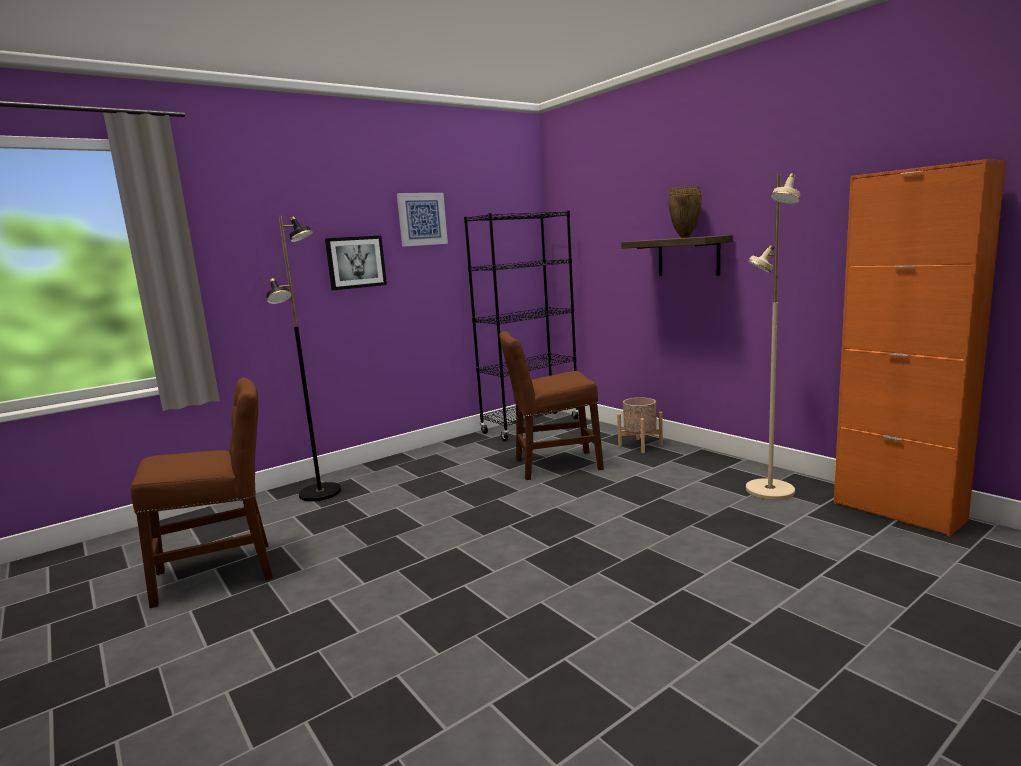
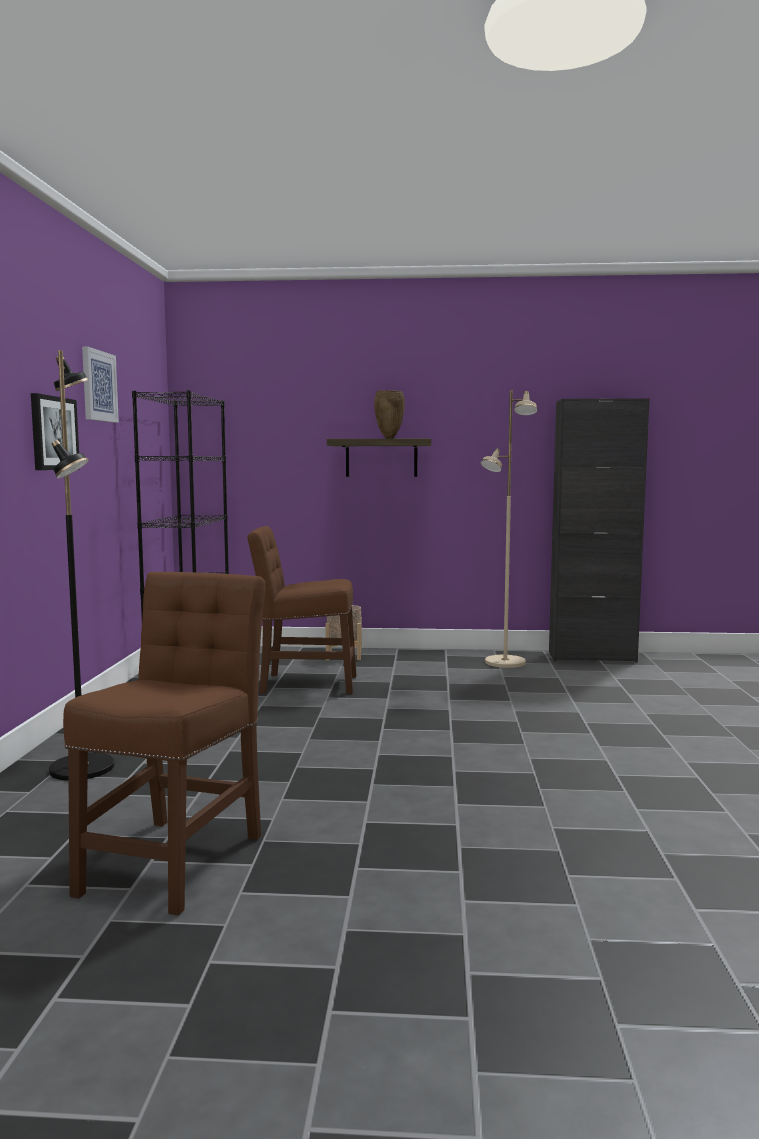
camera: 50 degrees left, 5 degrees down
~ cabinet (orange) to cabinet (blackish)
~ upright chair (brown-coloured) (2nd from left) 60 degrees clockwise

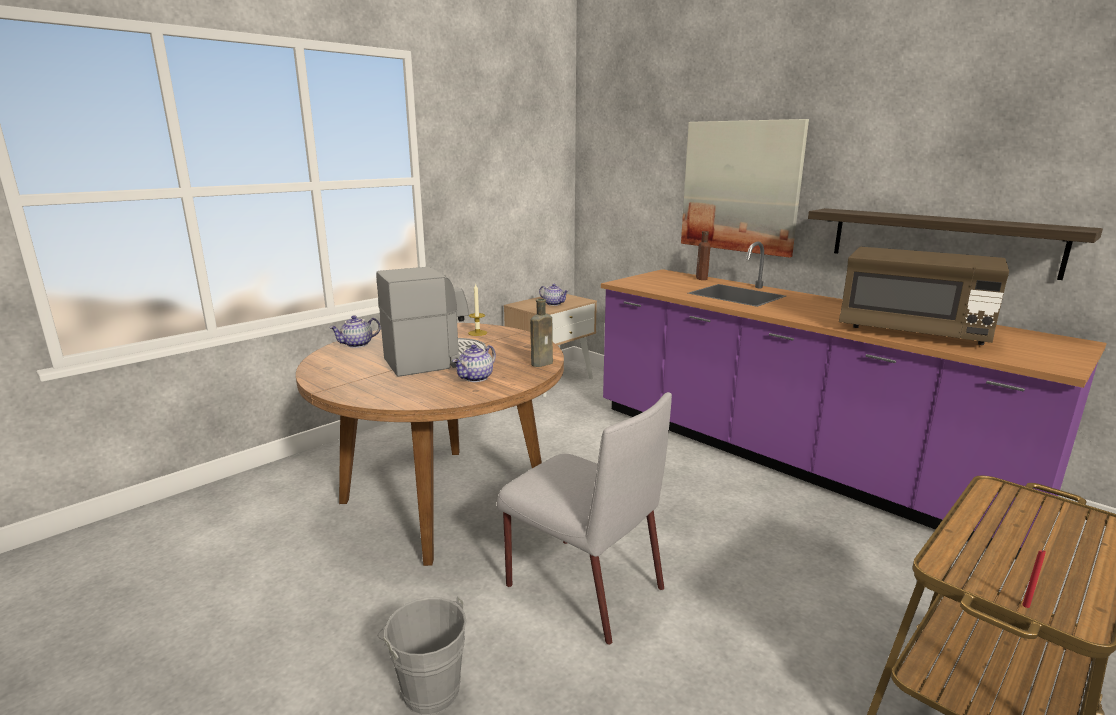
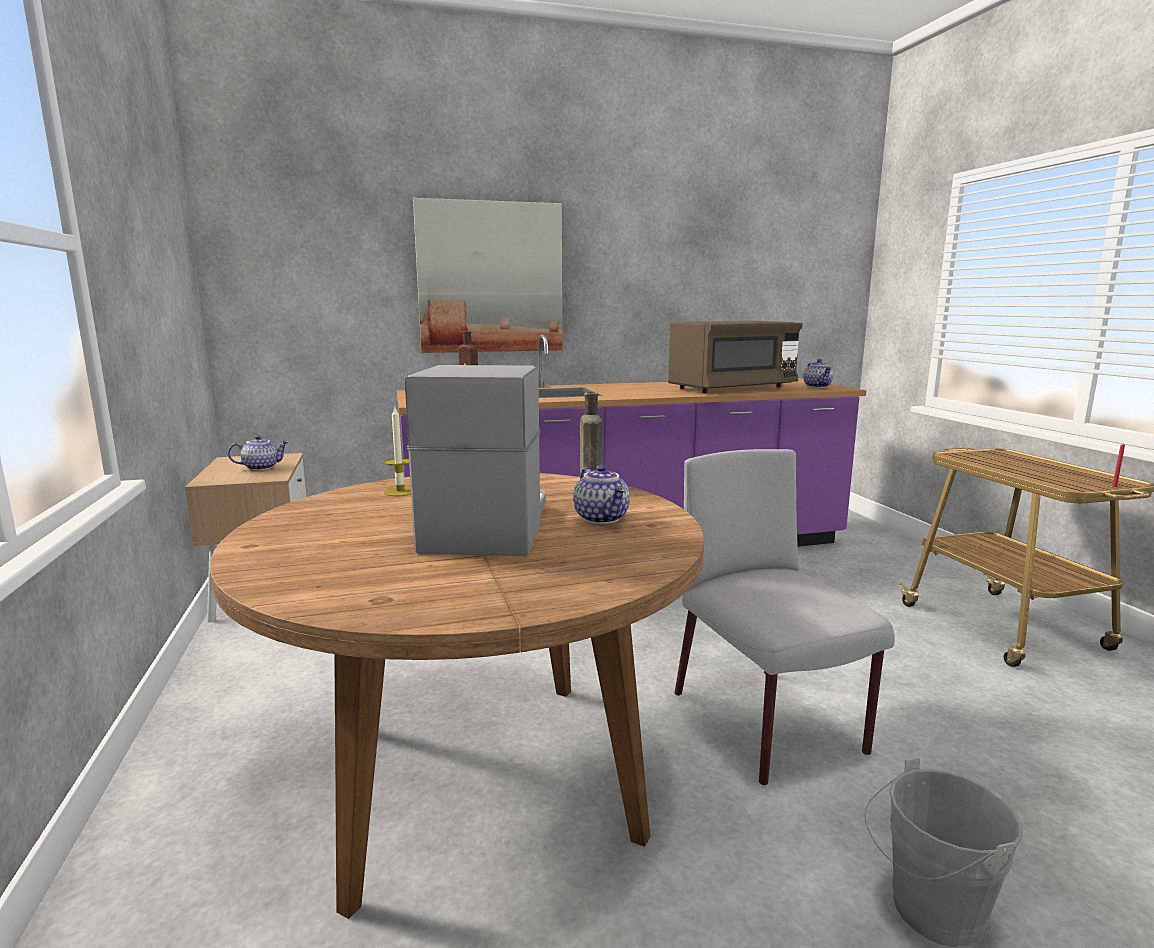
camera: 60 degrees left, 5 degrees down
- shelf
~ tea pot (1st from left in the first image) to tea pot (3rd from left)
~ upright chair (greyish) 90 degrees counterclockwise

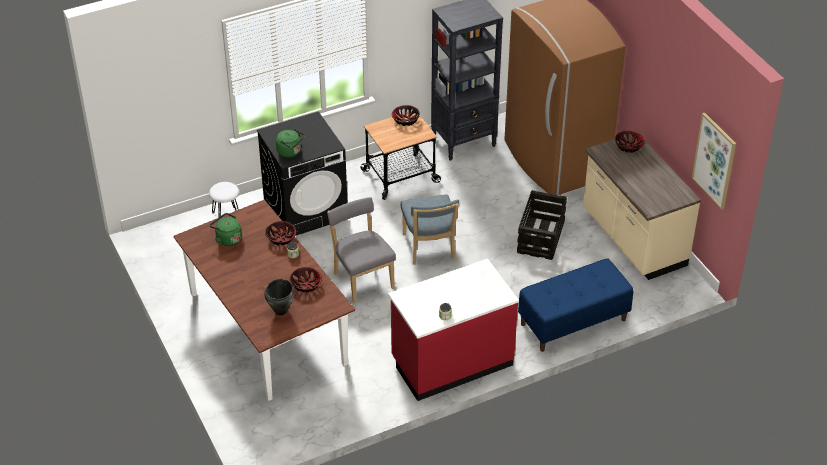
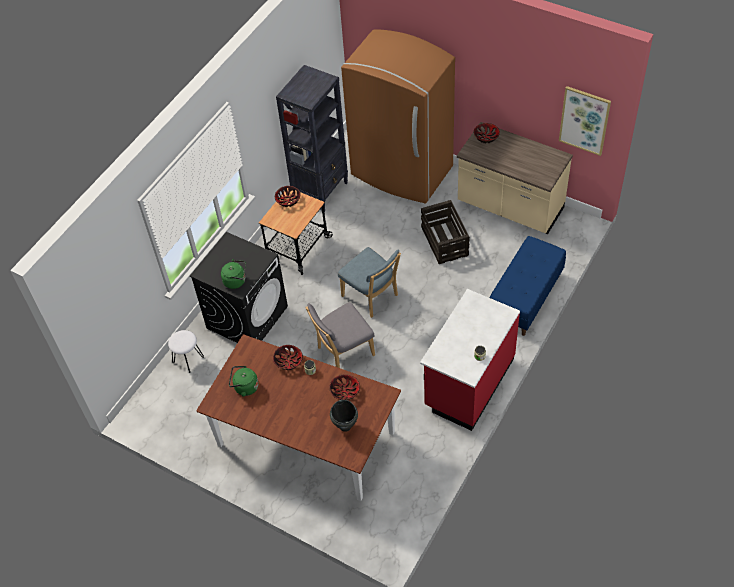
camera: 30 degrees left, 10 degrees up
~ upright chair (greyish) 60 degrees counterclockwise

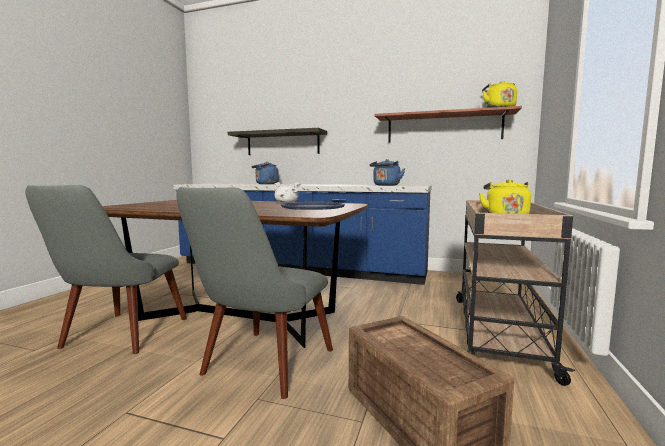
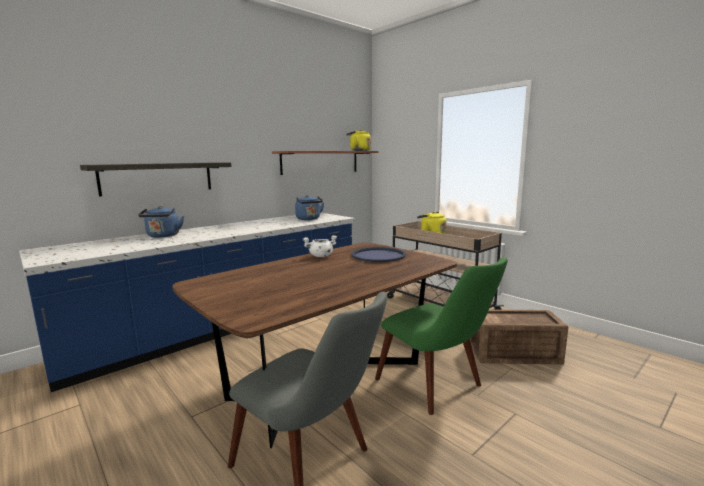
camera: 60 degrees left, 5 degrees up
~ upright chair (greyish) (2nd from left) to upright chair (green)

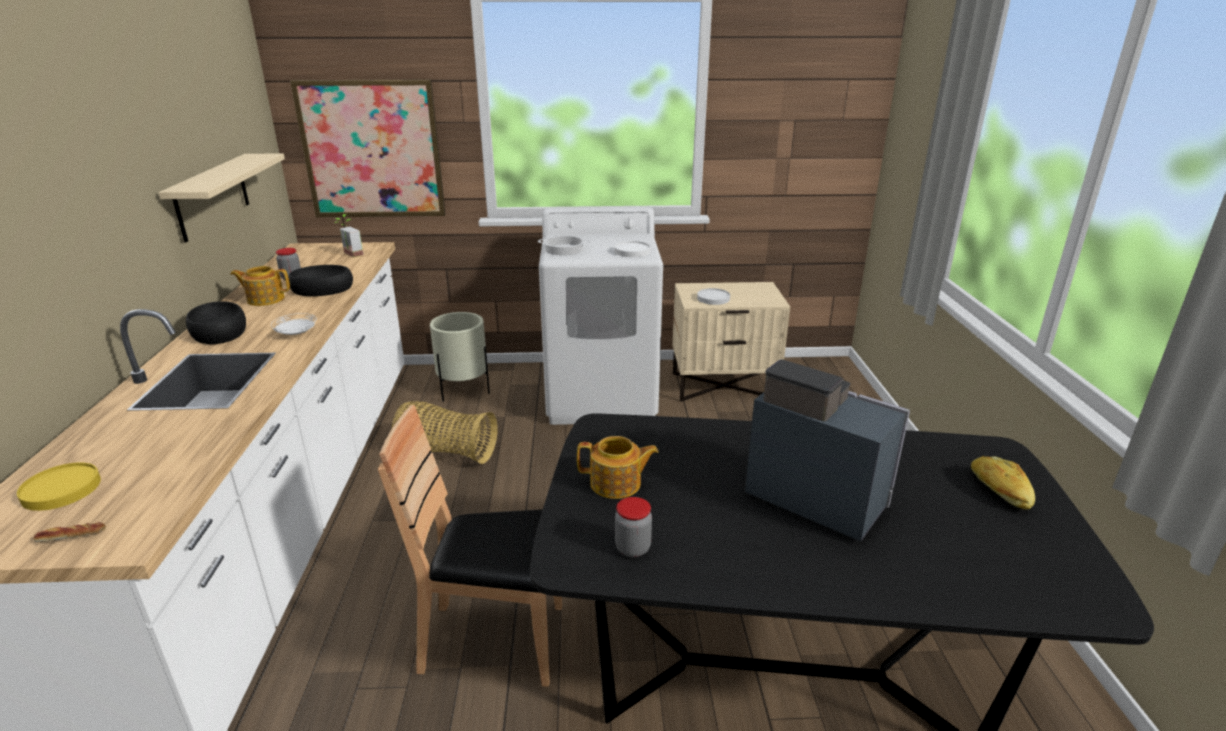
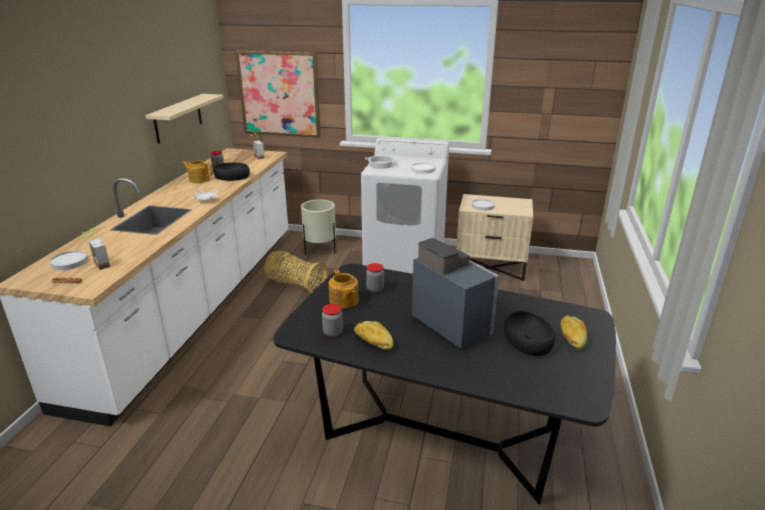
camera: 15 degrees right, 0 degrees up
~ deep dish (blackish) (1st from left in the first image) to deep dish (blackish) (2nd from left)
- upright chair (brown-coloured)
~ tea pot (2nd from left) 45 degrees clockwise
~ dinner plate (yellow-coloured) to dinner plate (white-coloured) (1st from left)
+ houseplant (1st from left)
+ preserve jar (3rd from left)
+ bakery bread (2nd from left)

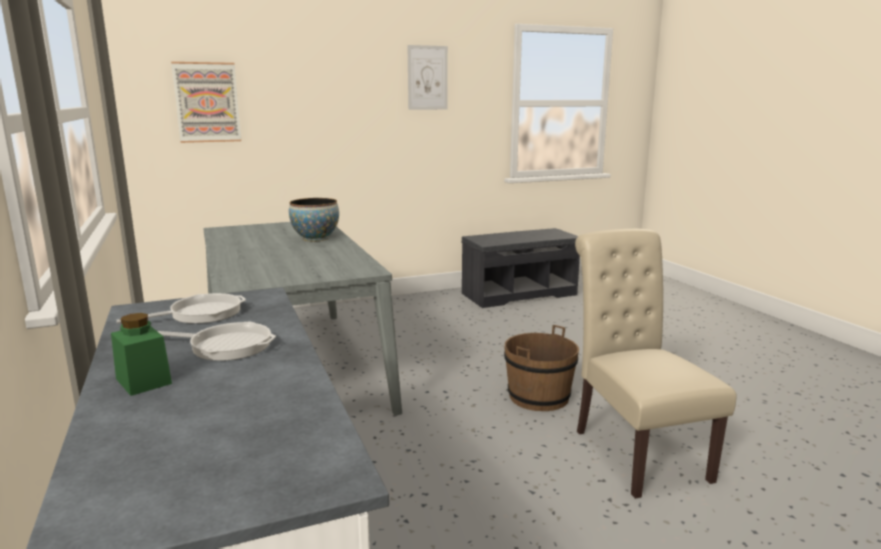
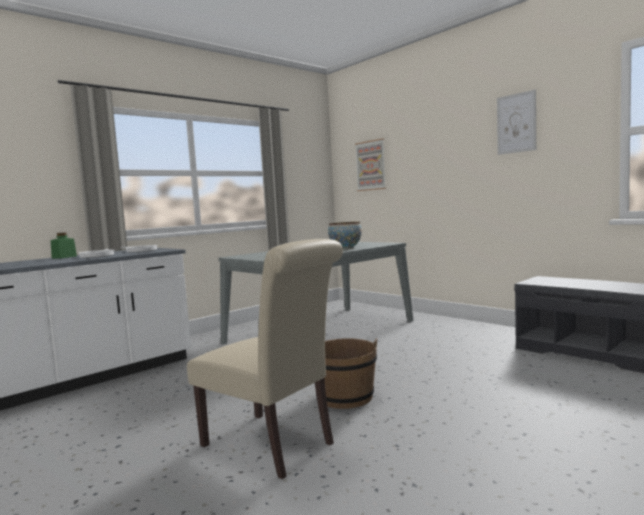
camera: 70 degrees right, 10 degrees down
~ upright chair (sand-coloured) 75 degrees clockwise

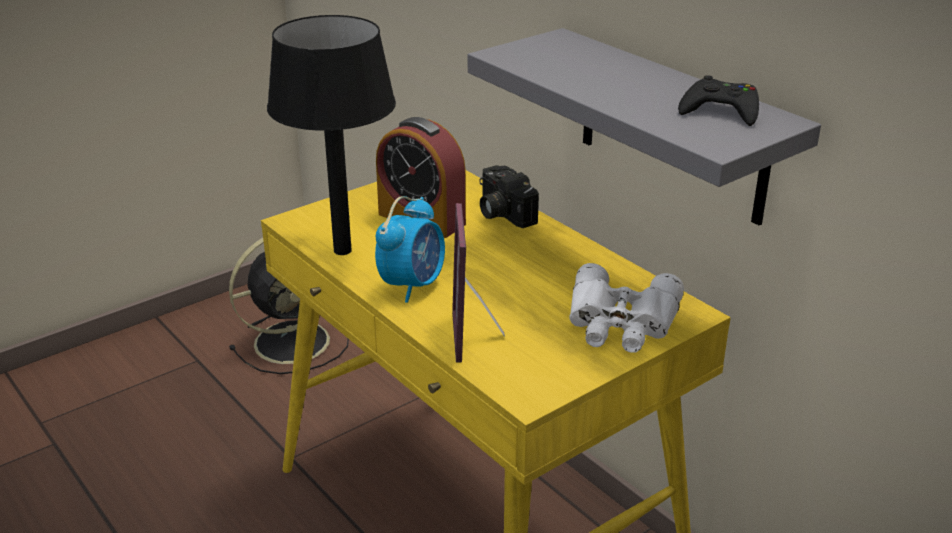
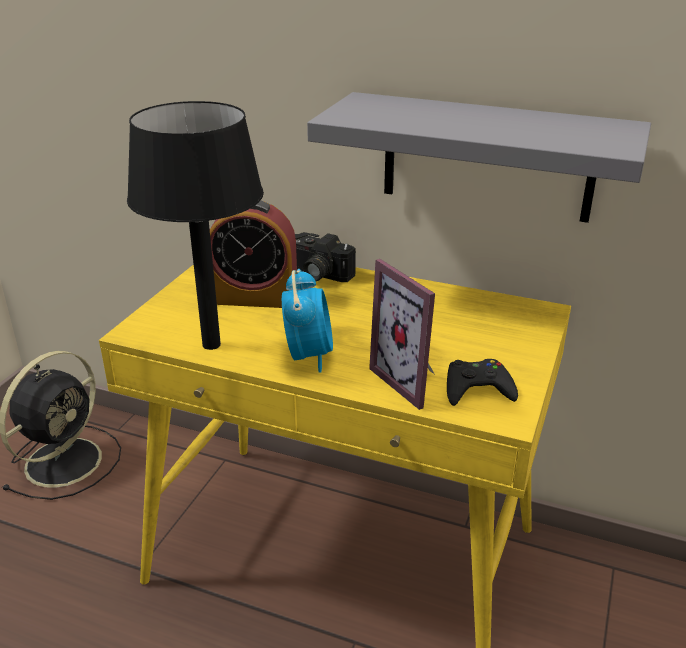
camera: 30 degrees left, 0 degrees up
~ game controller (blackish)
- pair of binoculars (white-coloured)

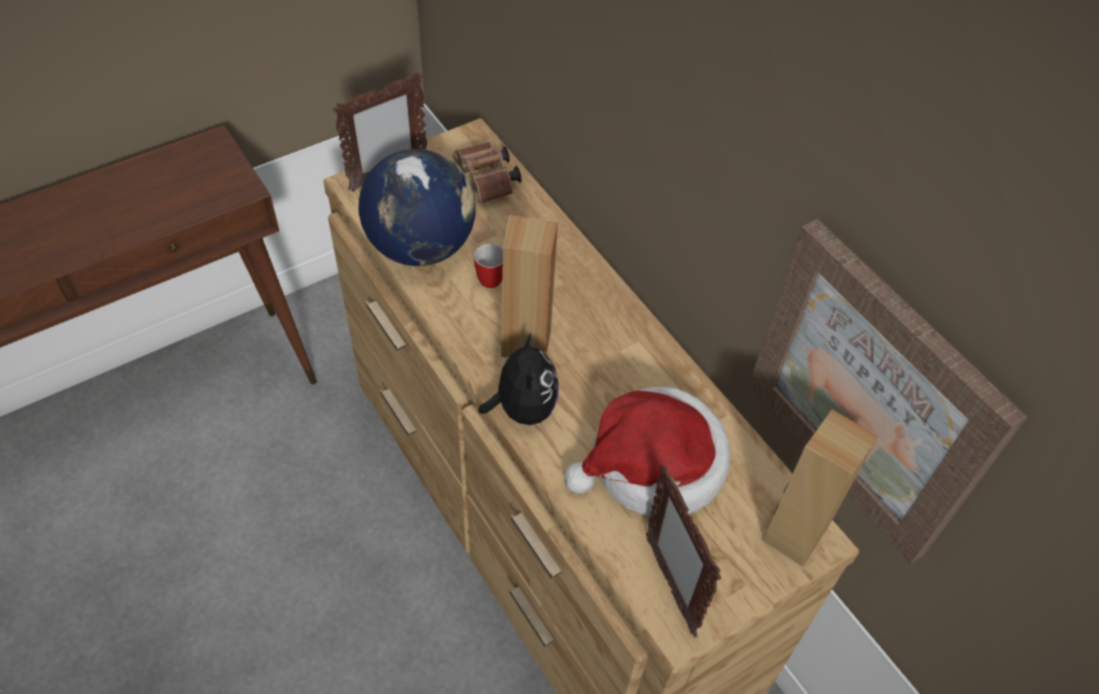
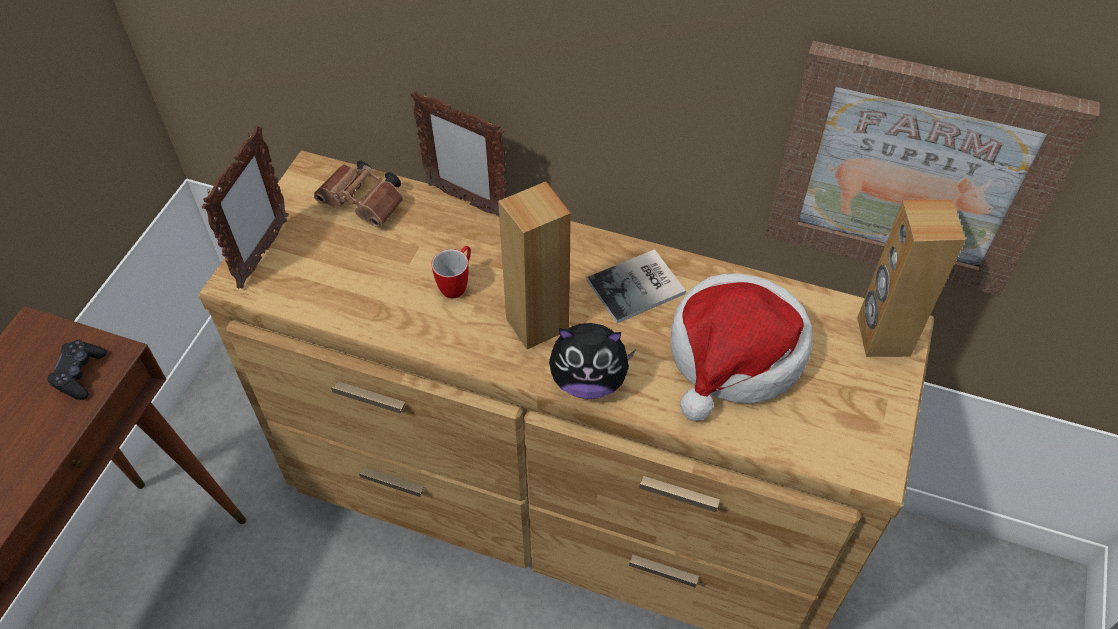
camera: 35 degrees left, 0 degrees up
- world globe
~ plush toy 135 degrees clockwise
~ standing frame (2nd from left)
+ volume
+ game controller (blackish)

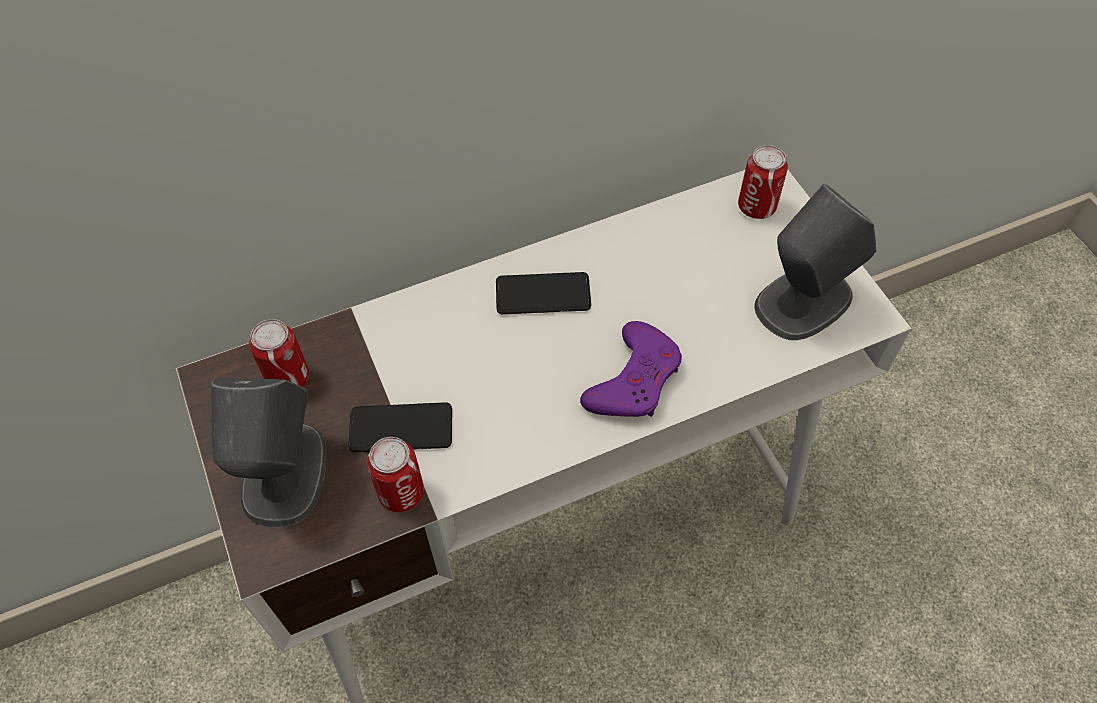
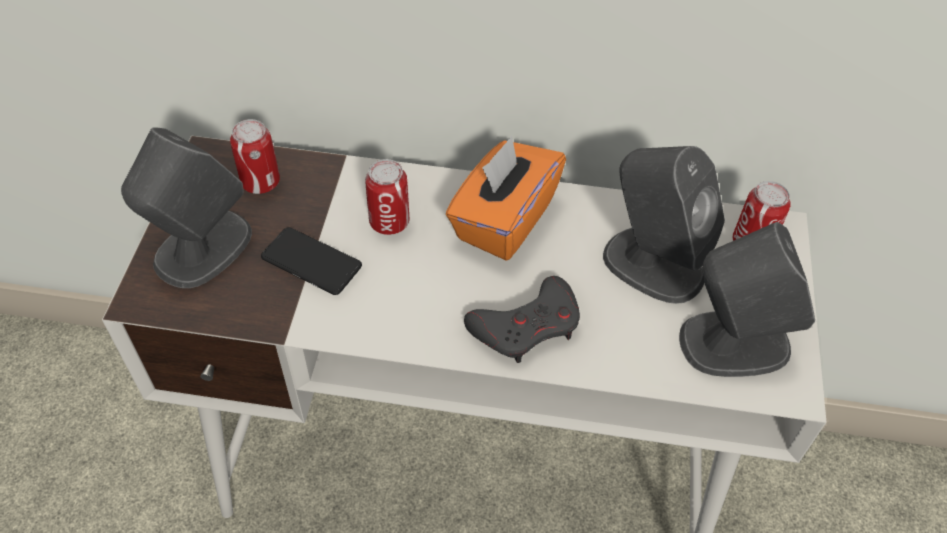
camera: 30 degrees right, 5 degrees down
~ handset (2nd from left) to tissue holder (orange)
~ game controller (purple-coloured) to game controller (greyish)
~ can (2nd from left)
+ audio speaker (greyish) (2nd from left)

